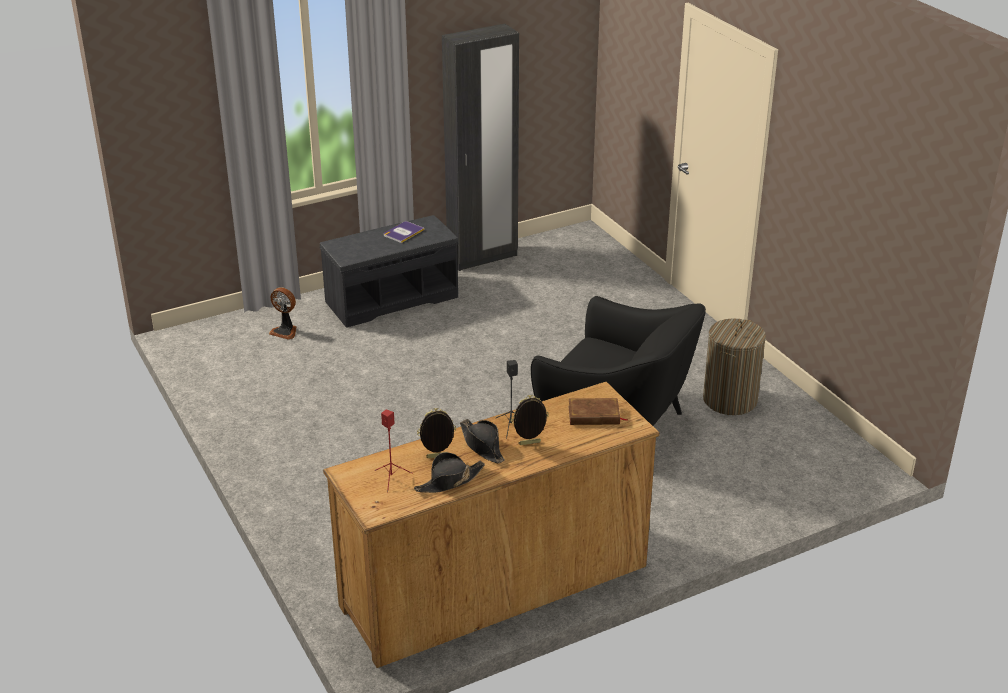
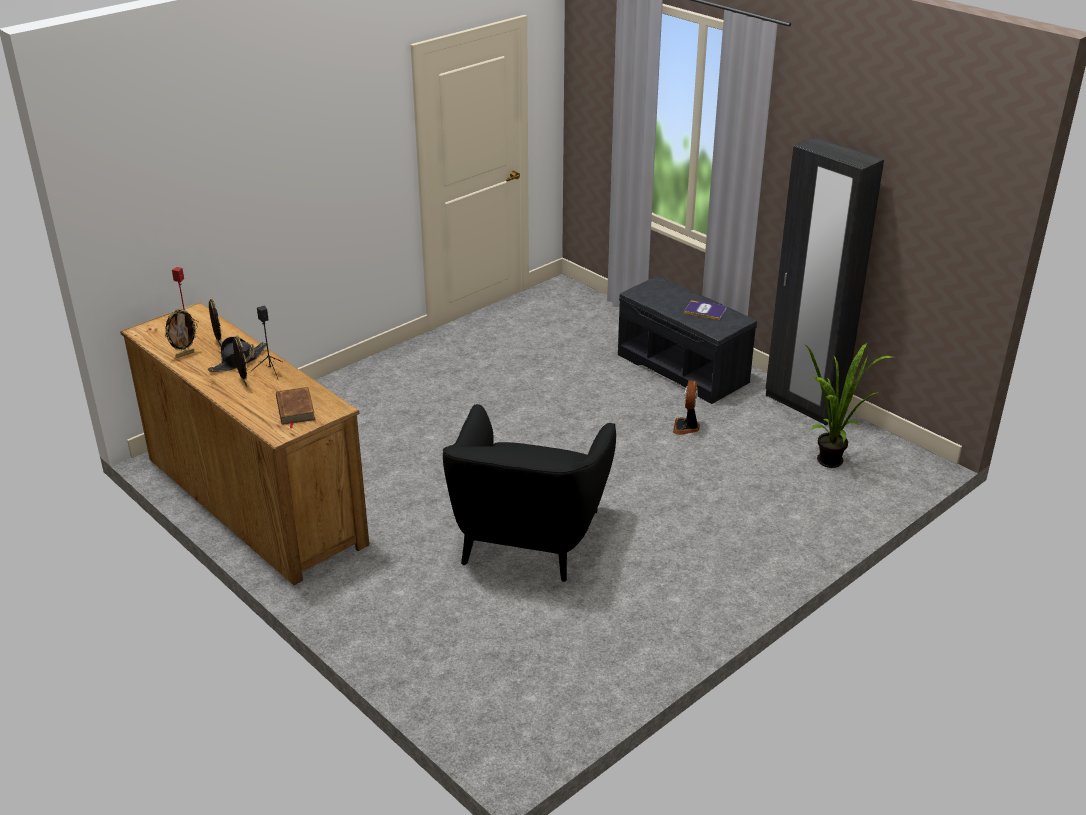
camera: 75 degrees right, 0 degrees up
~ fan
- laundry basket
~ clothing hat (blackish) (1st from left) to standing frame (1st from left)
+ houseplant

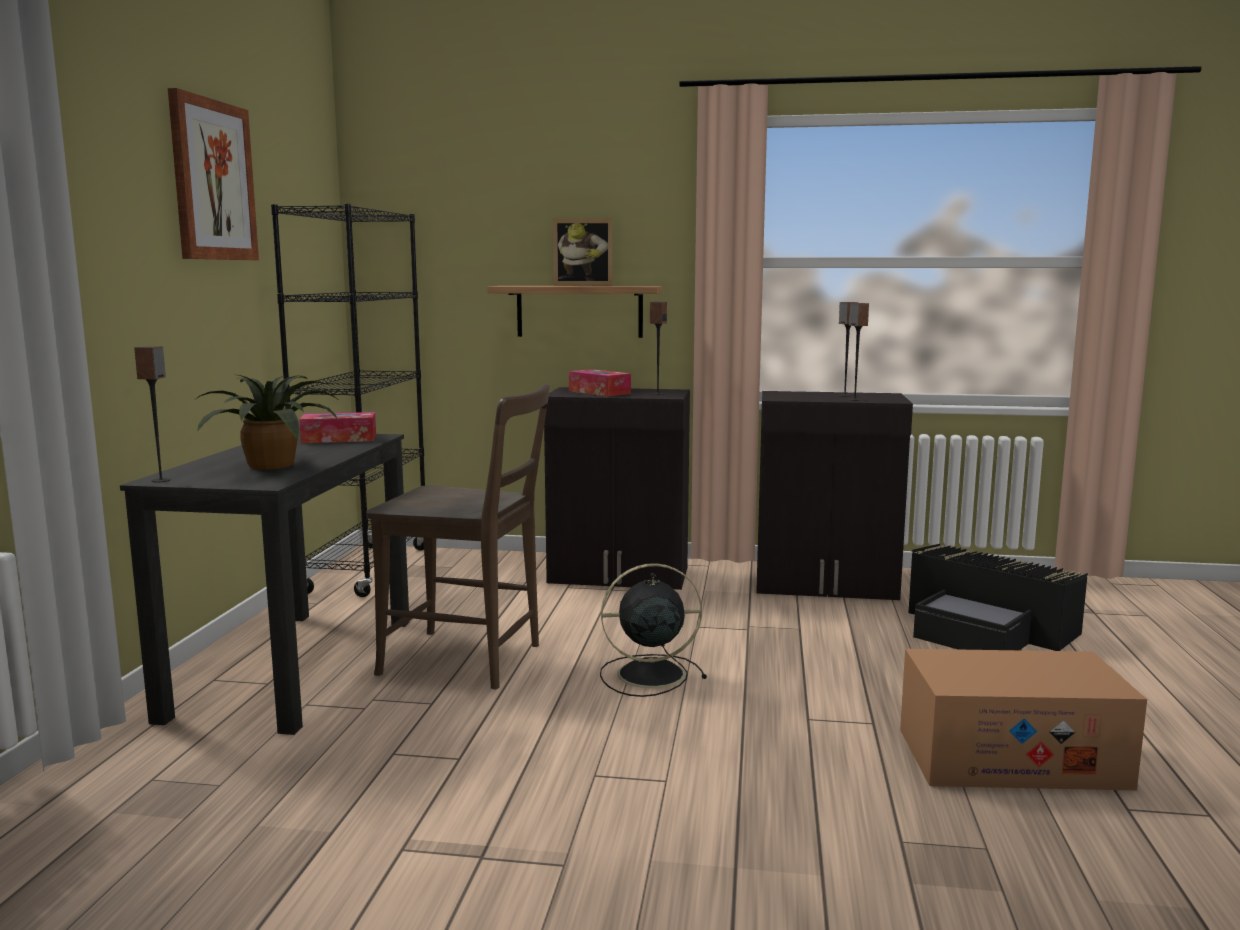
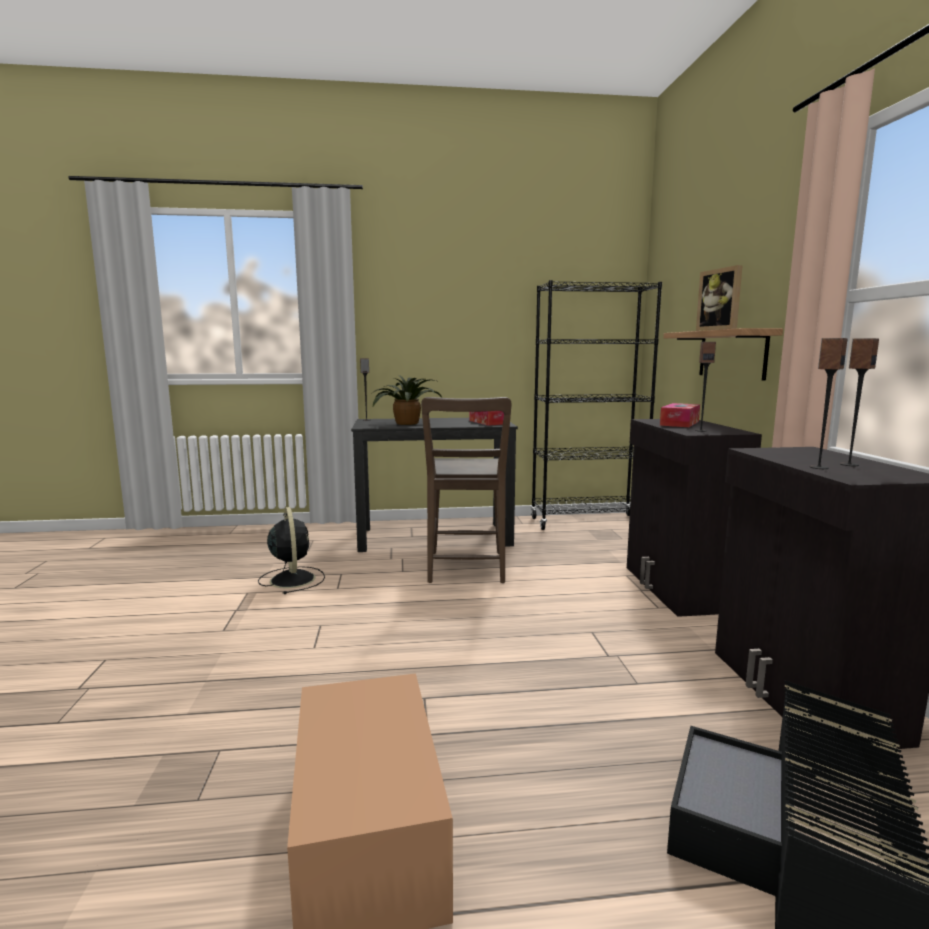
camera: 75 degrees right, 0 degrees up
- picture
~ fan (blackish)

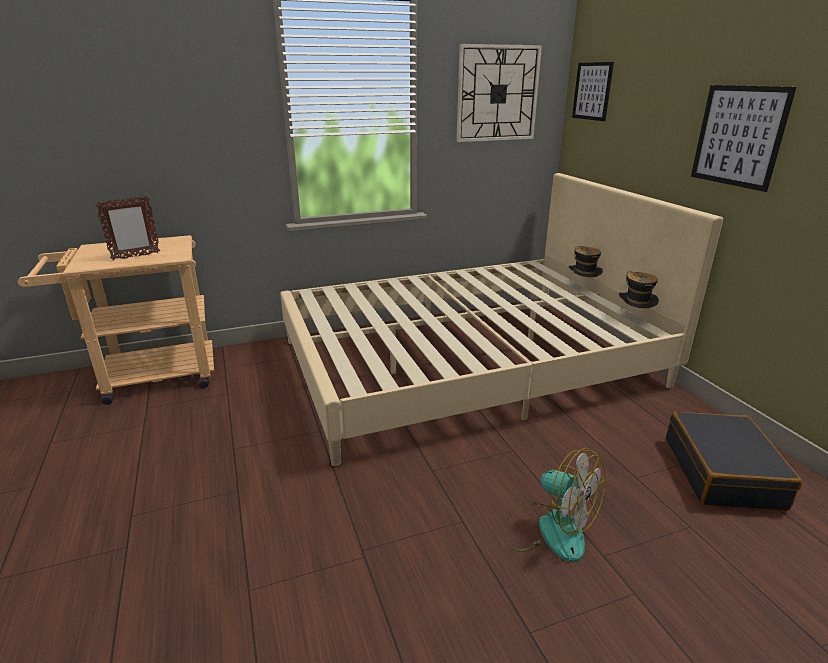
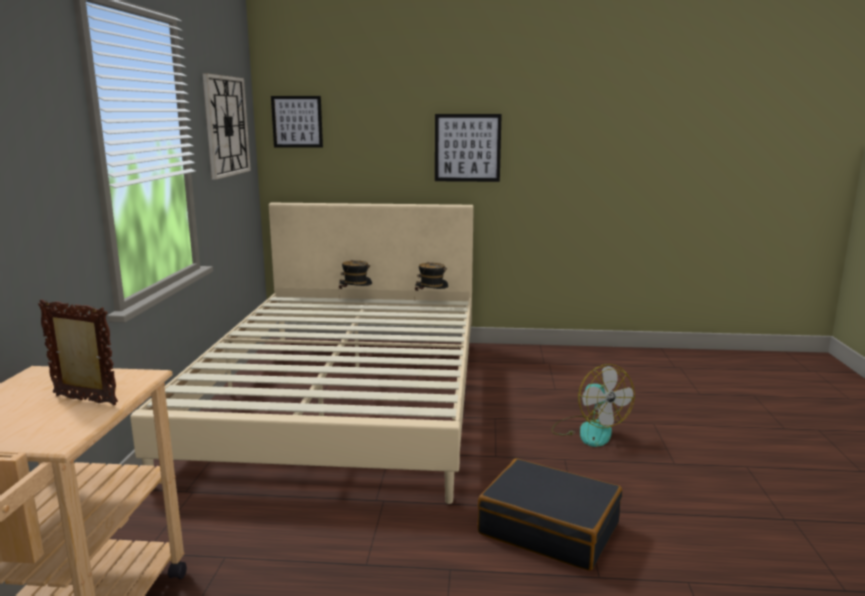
camera: 65 degrees left, 10 degrees down
~ standing frame 60 degrees counterclockwise
~ suitcase (blackish)
~ fan 90 degrees clockwise

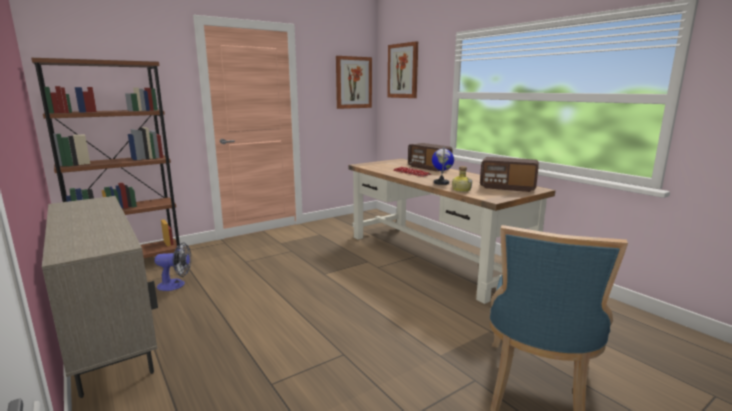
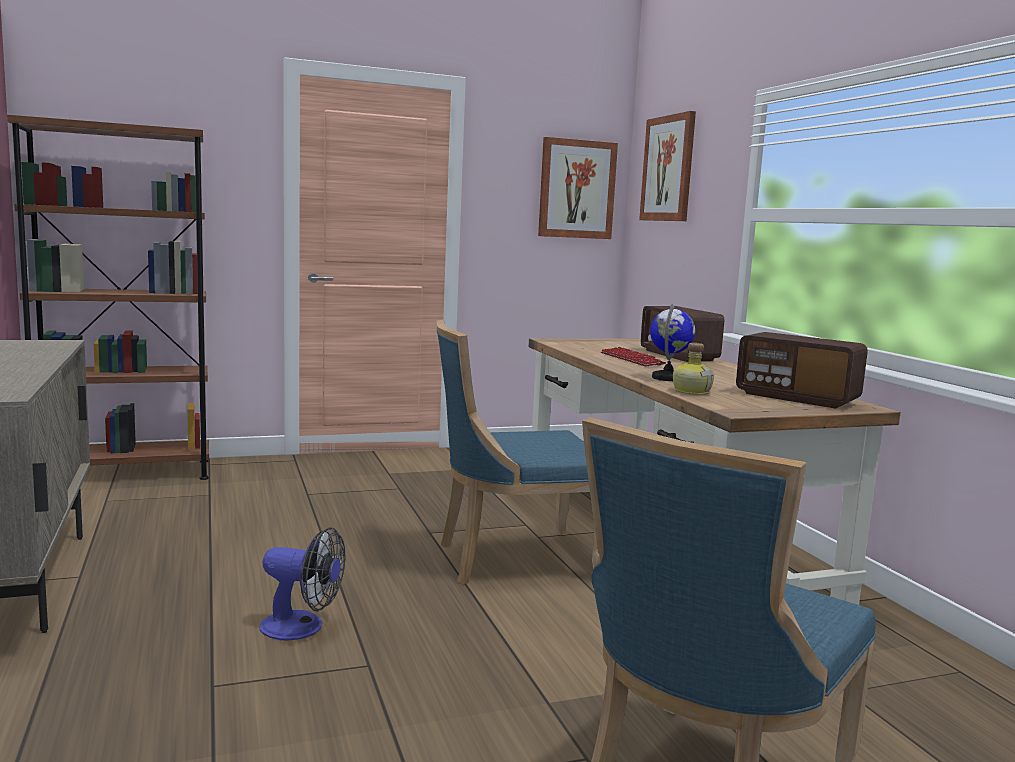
camera: 15 degrees right, 5 degrees down
~ fan
+ upright chair (blue) (1st from left)

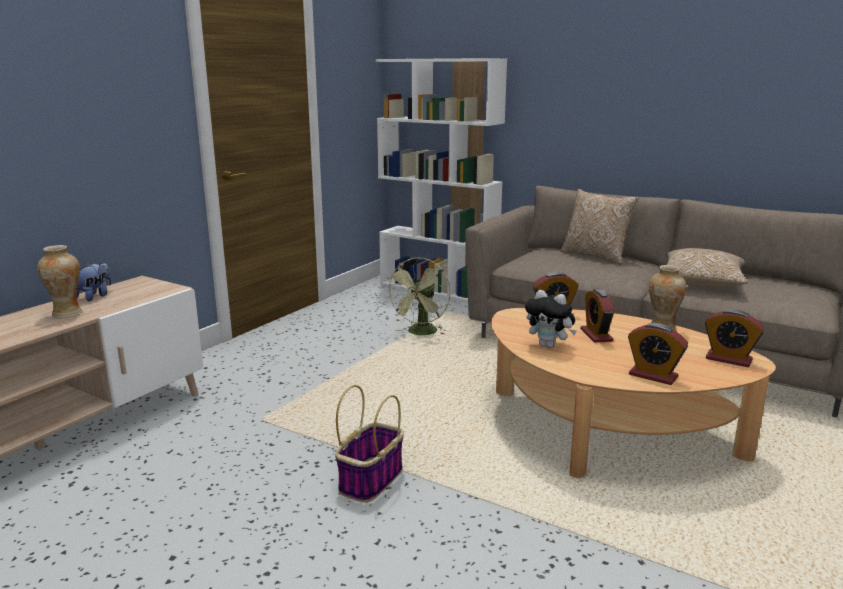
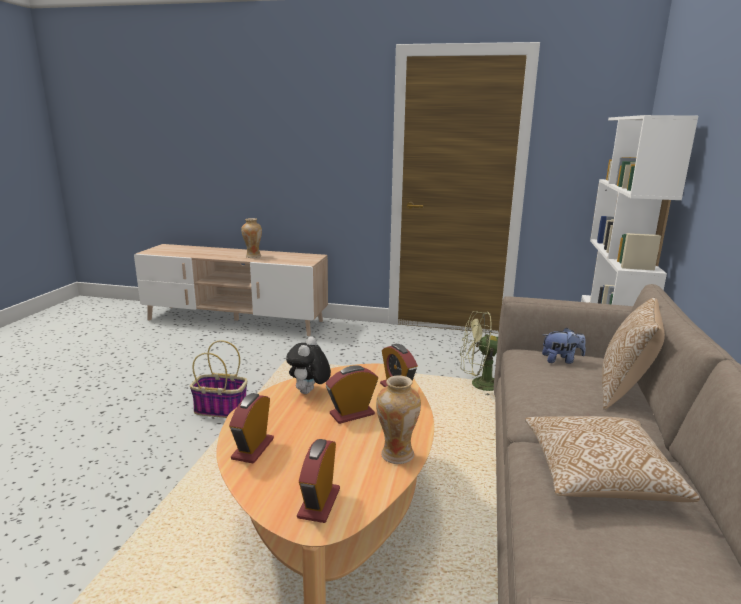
camera: 70 degrees right, 0 degrees up
~ plush toy (1st from left in the first image) to plush toy (2nd from left)

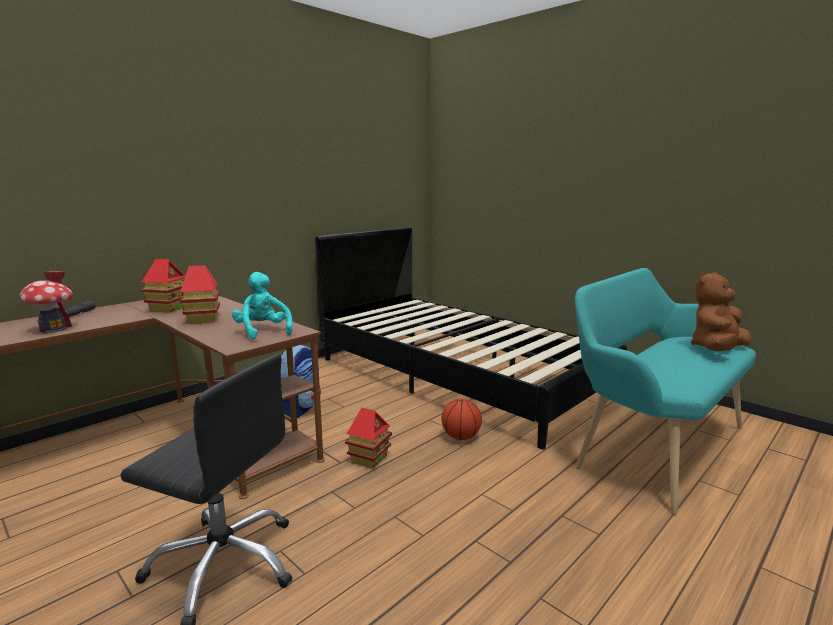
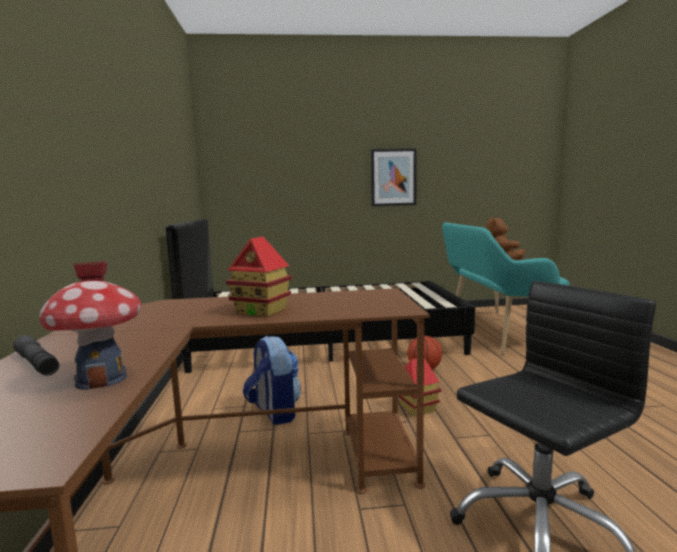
camera: 50 degrees left, 5 degrees down
- model house (2nd from left)
- plush toy (turquoise-coloured)
+ picture

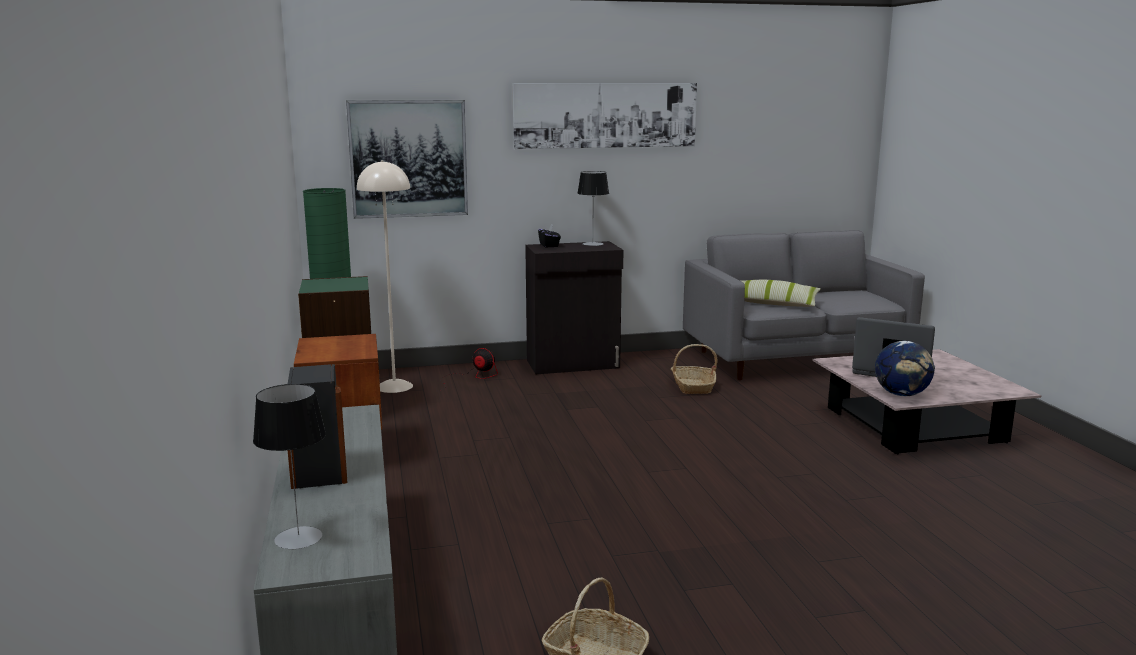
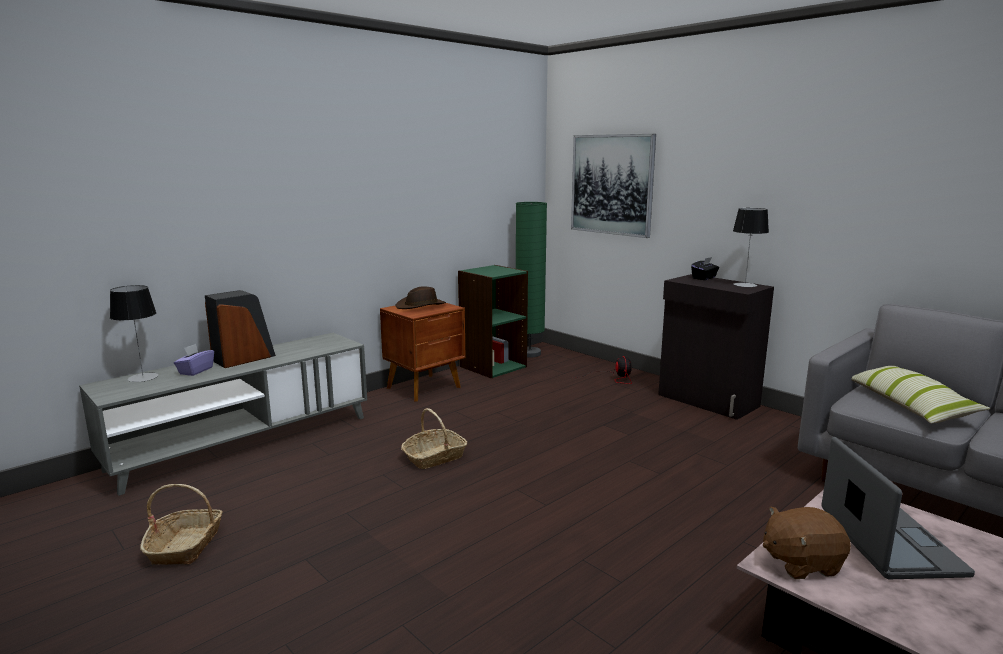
camera: 60 degrees right, 0 degrees up
- picture (2nd from left)
- floor lamp (sand-coloured)
~ world globe to plush toy (brown-coloured)
~ household basket (2nd from left)
+ clothing hat (brown-coloured)
+ tissue holder (purple-coloured)

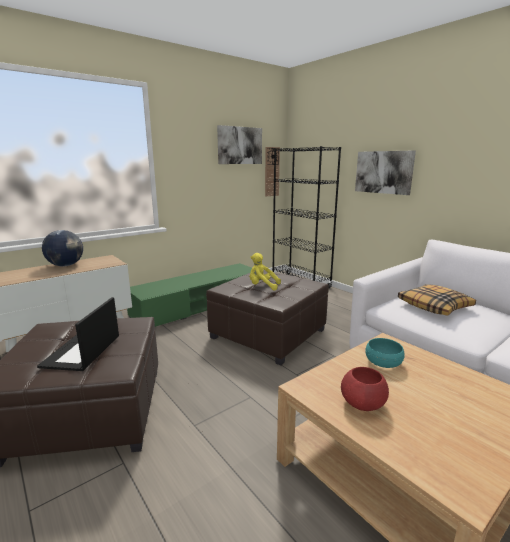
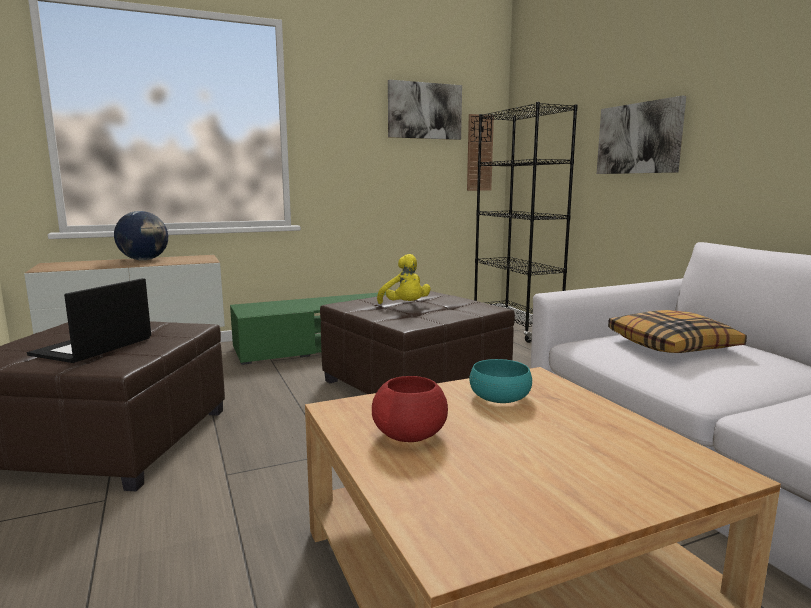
camera: 15 degrees right, 5 degrees down
~ plush toy (yellow-coloured) 150 degrees counterclockwise

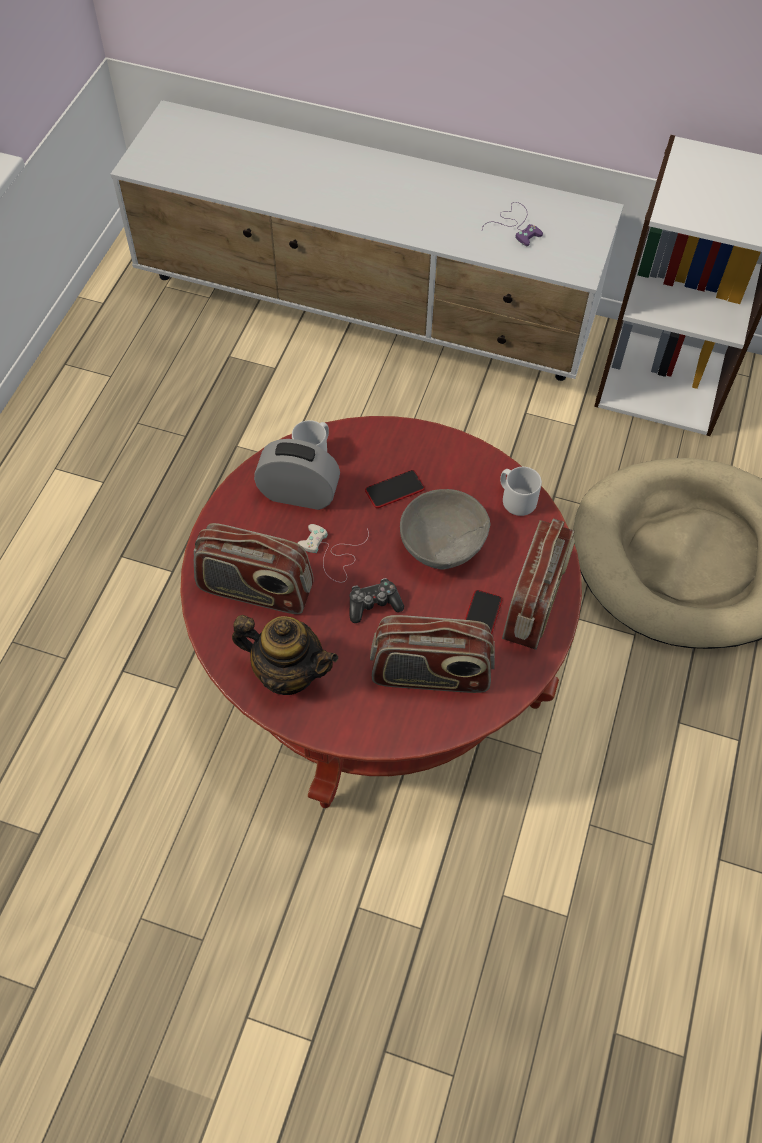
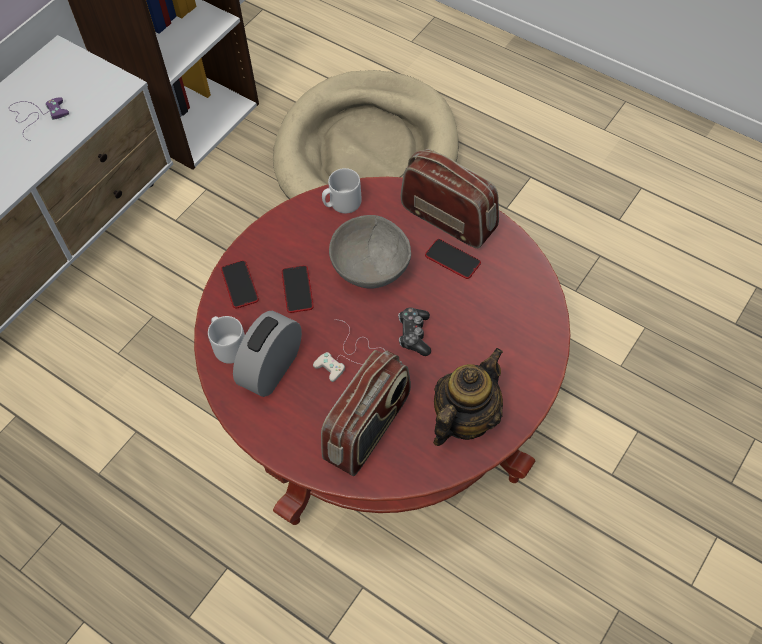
camera: 70 degrees left, 0 degrees up
- radio (2nd from left)
+ handset (1st from left)

